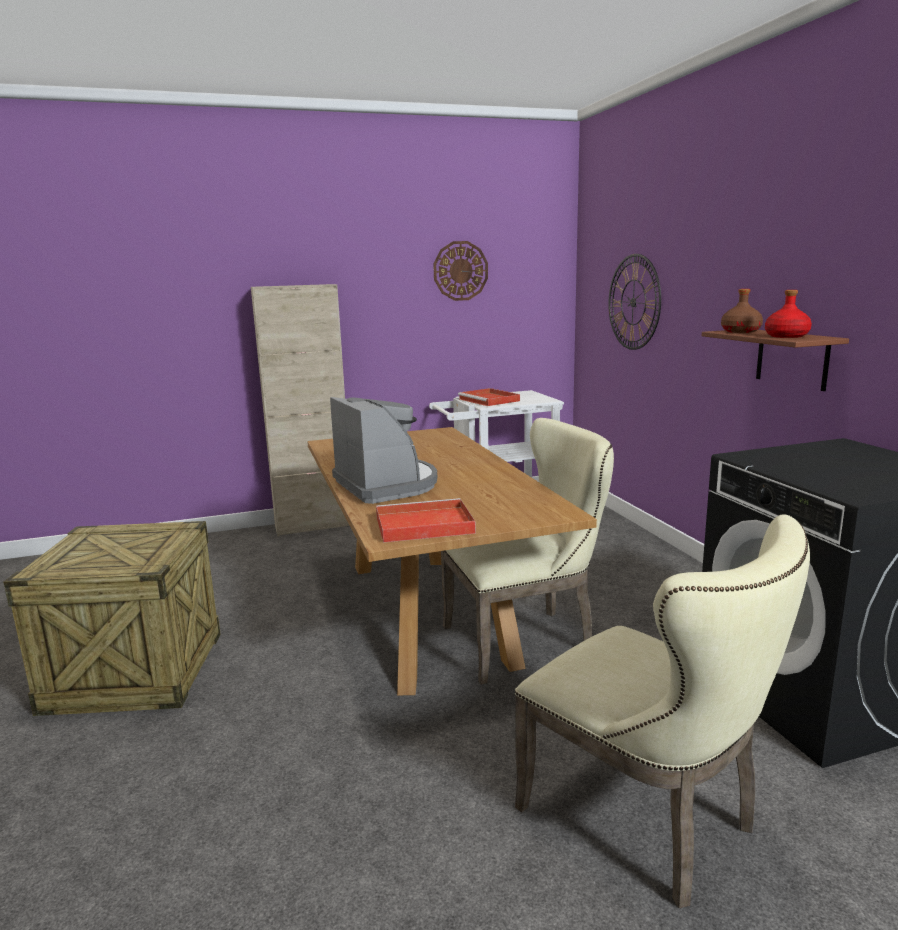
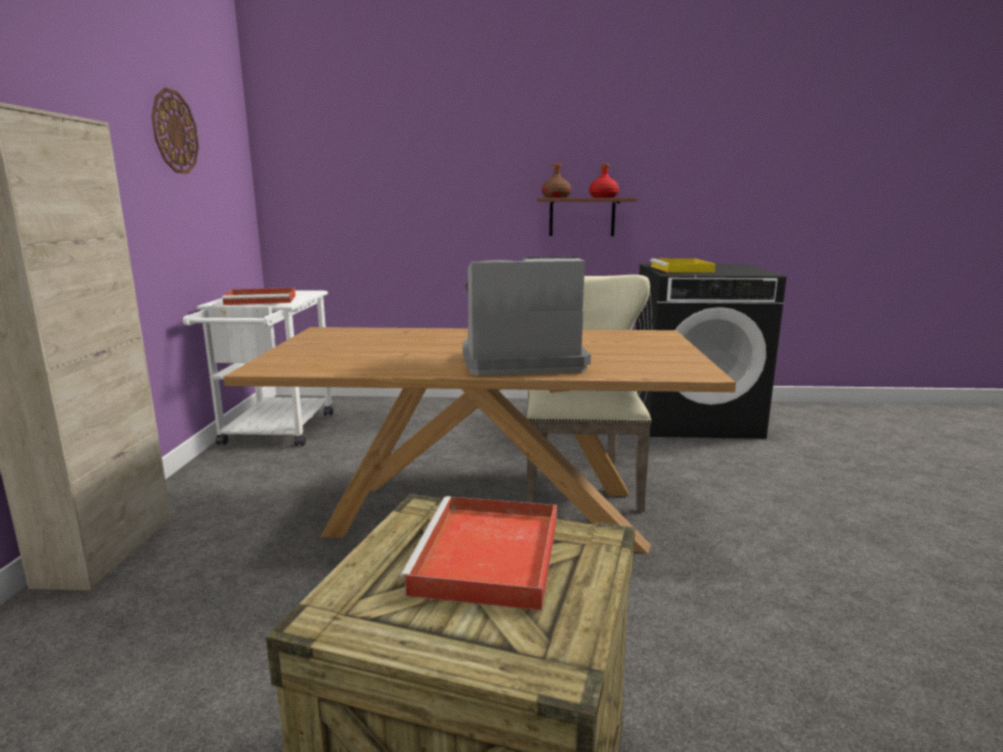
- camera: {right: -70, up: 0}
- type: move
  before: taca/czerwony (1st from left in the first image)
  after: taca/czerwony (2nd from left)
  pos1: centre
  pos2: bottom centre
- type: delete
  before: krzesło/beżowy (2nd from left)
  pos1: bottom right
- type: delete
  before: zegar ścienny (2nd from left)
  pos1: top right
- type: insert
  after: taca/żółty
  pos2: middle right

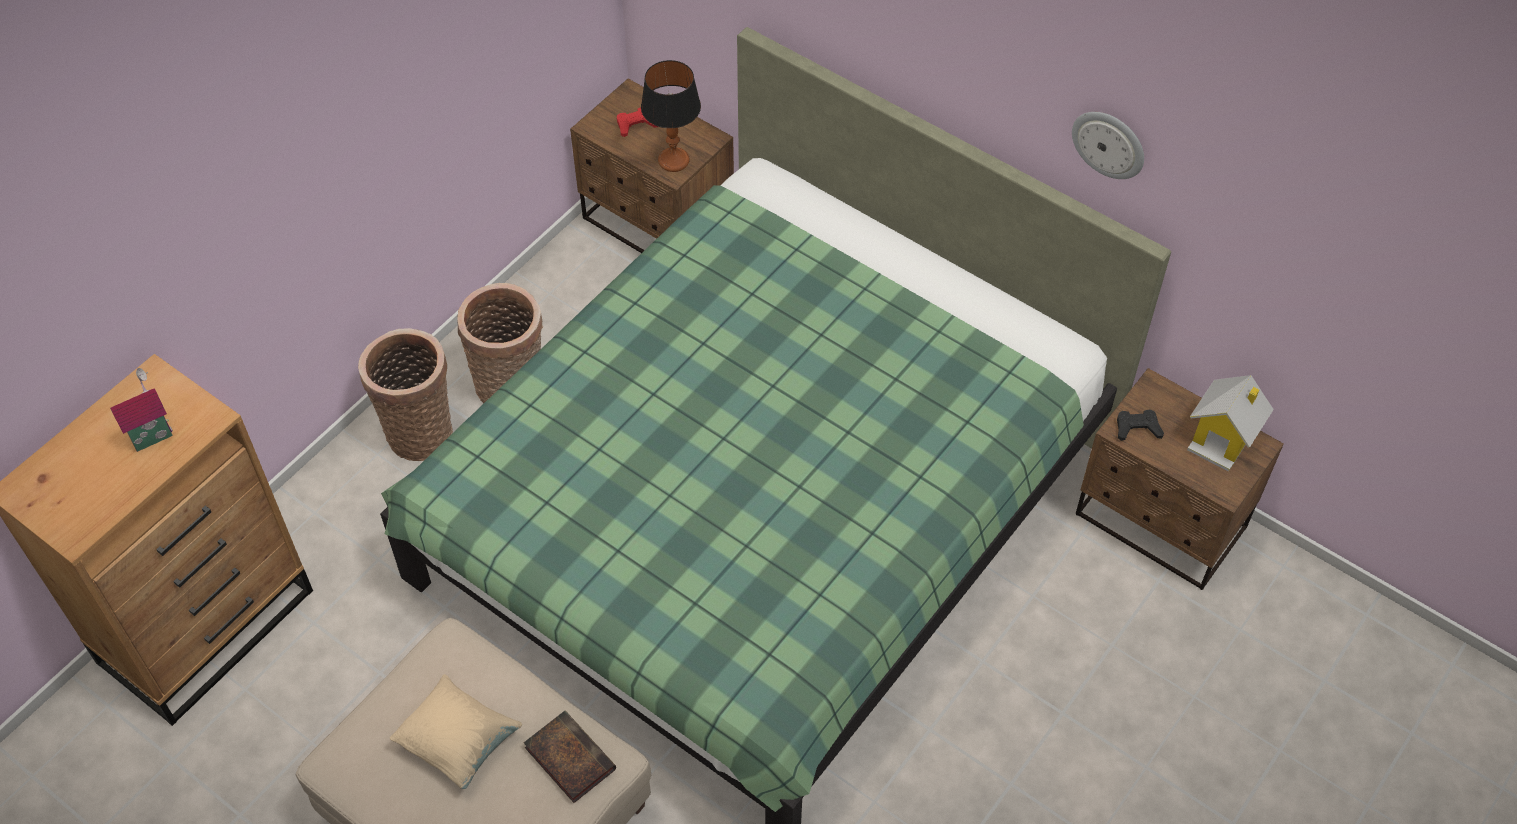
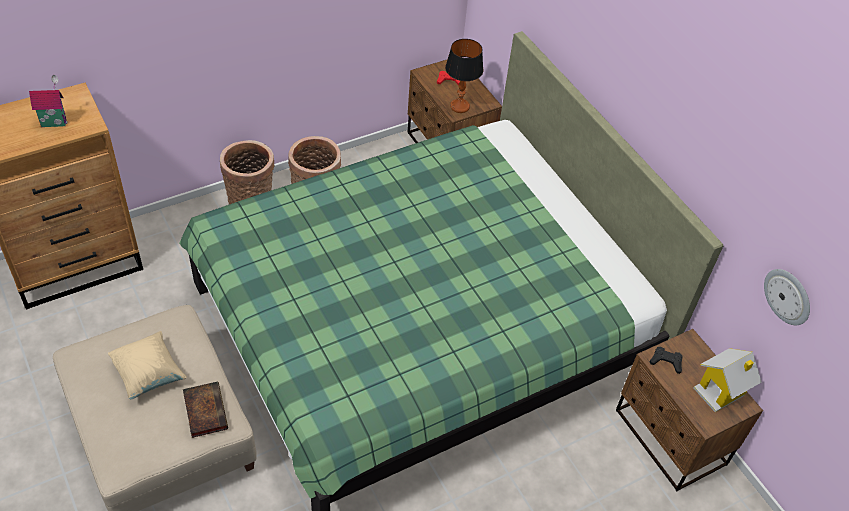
- camera: {right: 20, up: -5}
- type: move
  before: zegar ścienny
  pos1: top right
  pos2: middle right

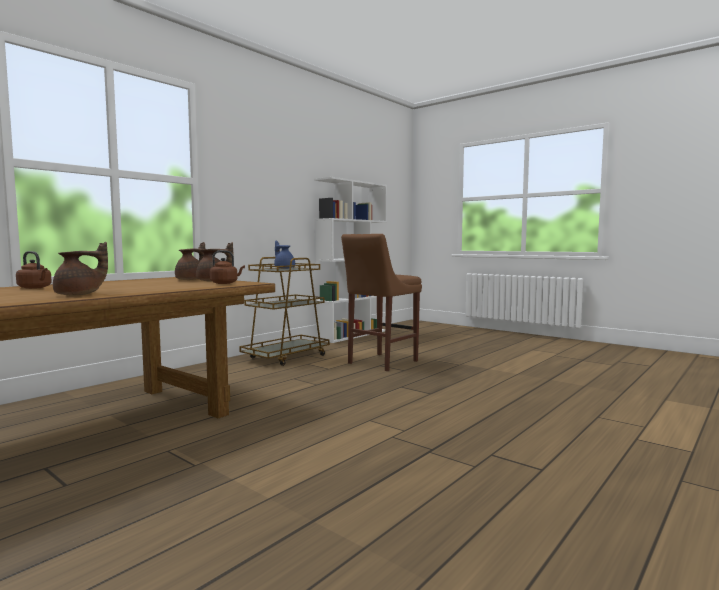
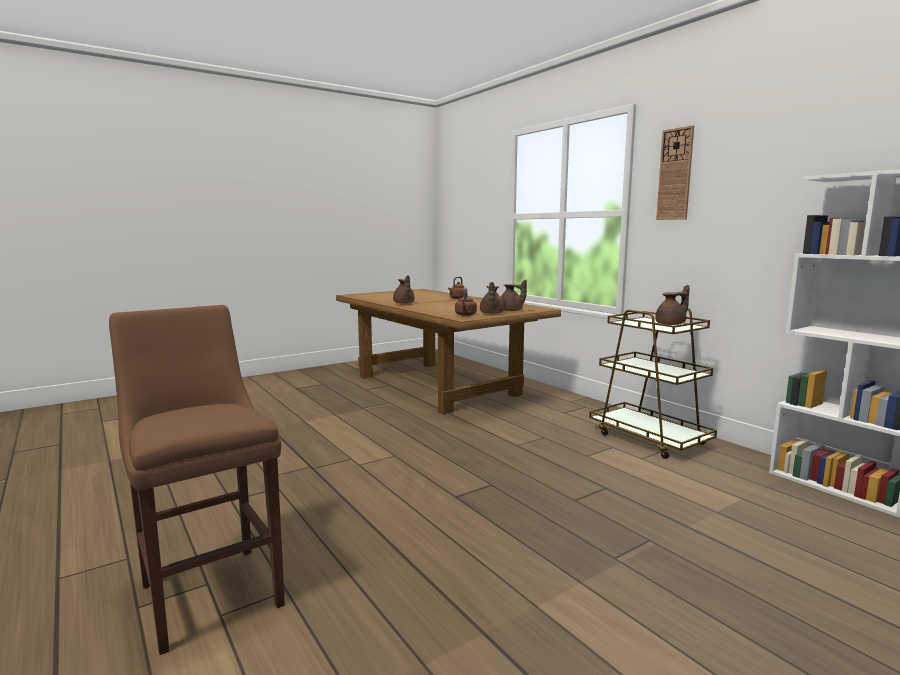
- camera: {right: 105, up: 5}
- type: recolor
  before: imbryk/niebieski
  after: imbryk/brązowy (4th from left)
  pos1: centre
  pos2: middle right
- type: move
  before: stołek/brązowy
  pos1: centre
  pos2: bottom left
- type: insert
  after: zegar ścienny
  pos2: top right

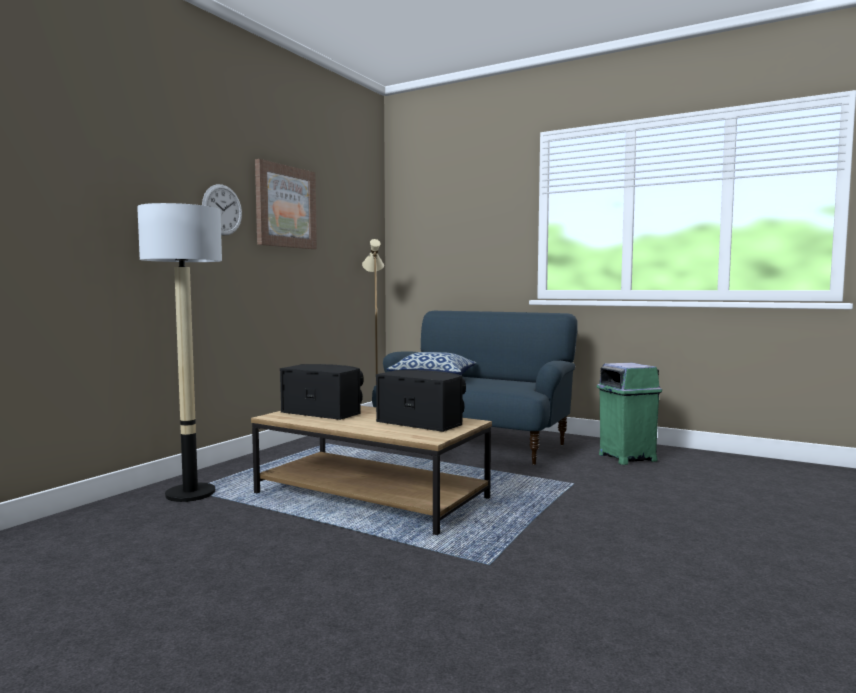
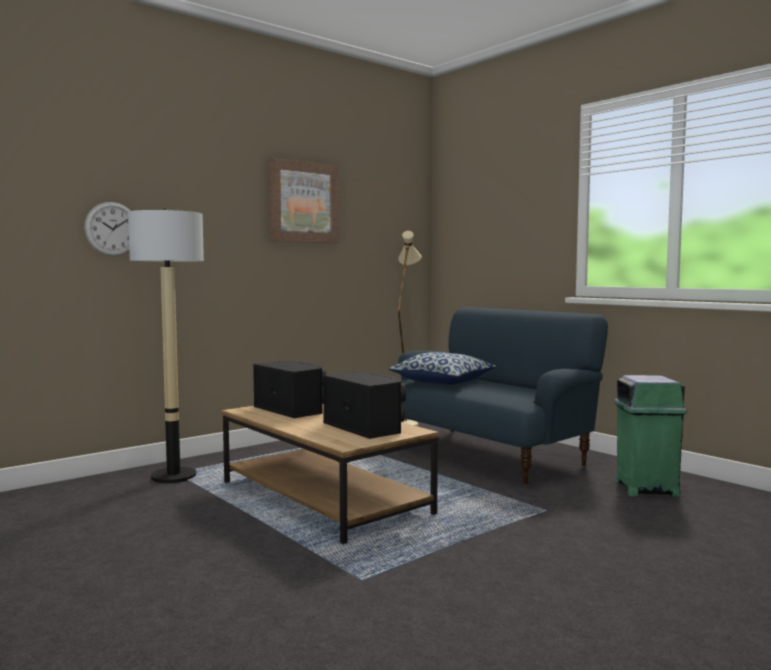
- camera: {right: 20, up: 0}
- type: move
  before: zegar ścienny
  pos1: top left
  pos2: middle left

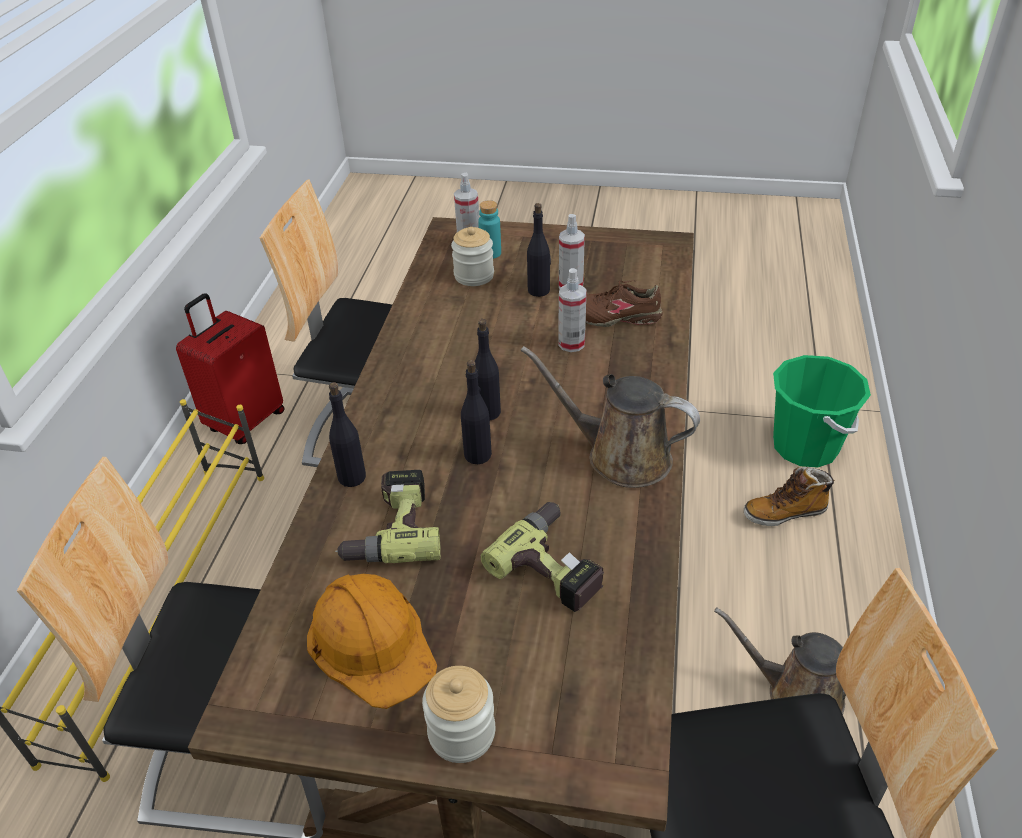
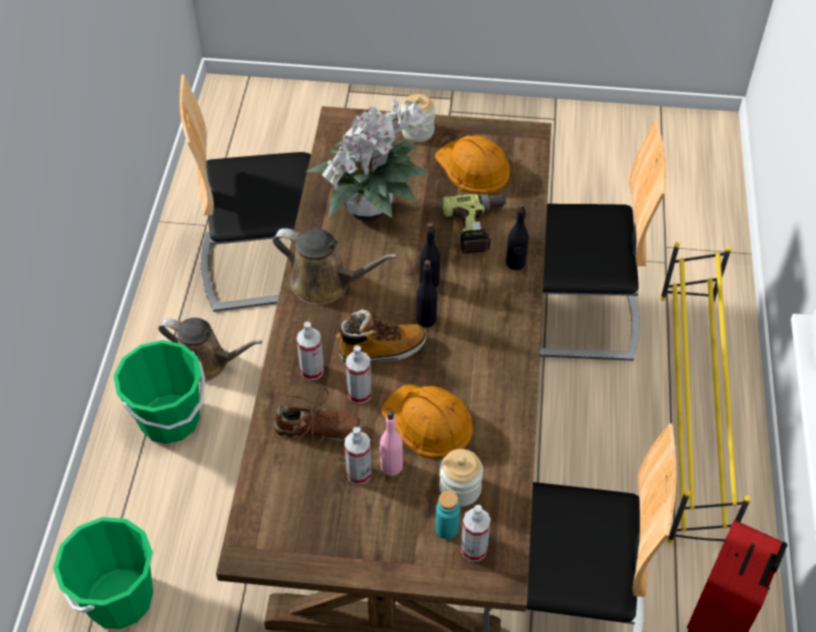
- camera: {right: 175, up: 10}
- type: replace
  before: wiertarka (2nd from left)
  after: roślina doniczkowa
  pos1: centre
  pos2: top centre
- type: recolor
  before: butelka/czarny (4th from left)
  after: butelka/różowy
  pos1: top centre
  pos2: bottom centre
- type: move
  before: but z cholewką
  pos1: middle right
  pos2: centre
- type: insert
  after: wiadro/zielony (2nd from left)
  pos2: middle left
- type: insert
  after: spryskiwacz (1st from left)
  pos2: centre
- type: insert
  after: kask/pomarańczowy (1st from left)
  pos2: centre

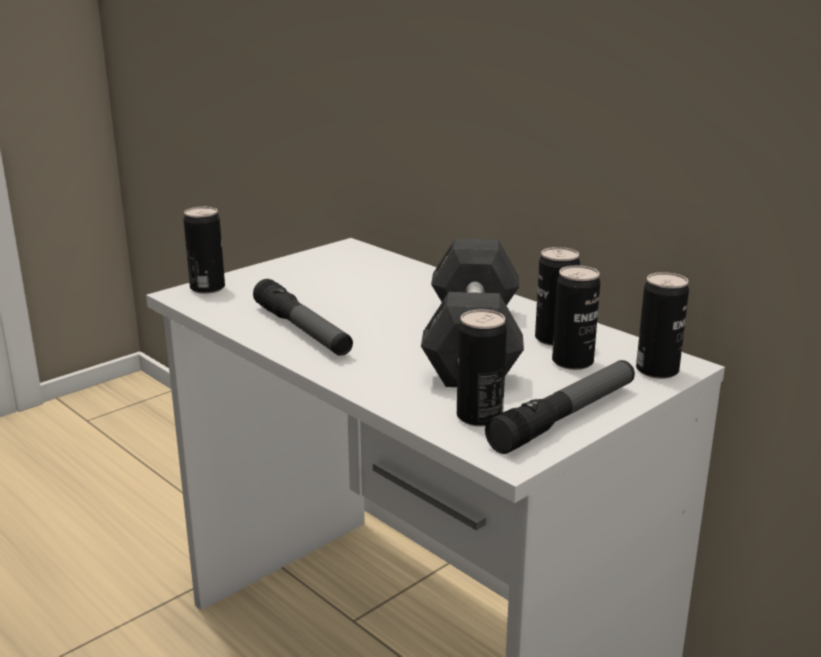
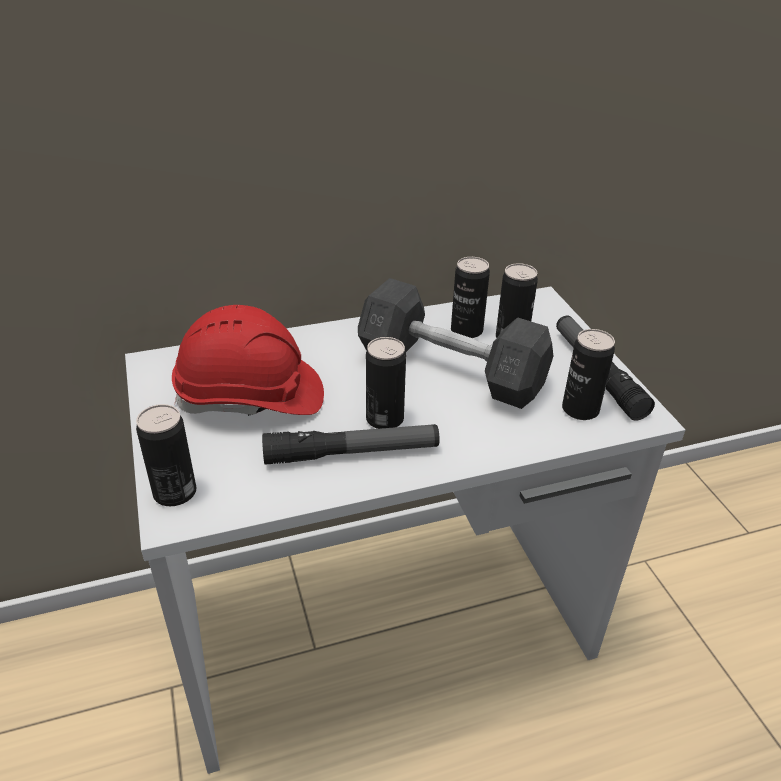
- camera: {right: -65, up: 15}
- type: move
  before: puszka (5th from left in the first image)
  after: puszka (2nd from left)
  pos1: middle right
  pos2: centre
- type: insert
  after: kask/czerwony
  pos2: middle left

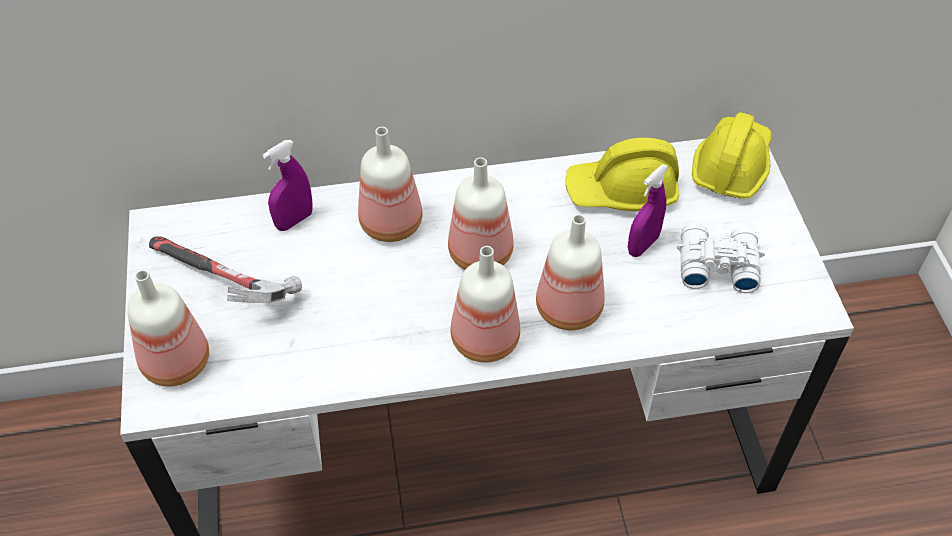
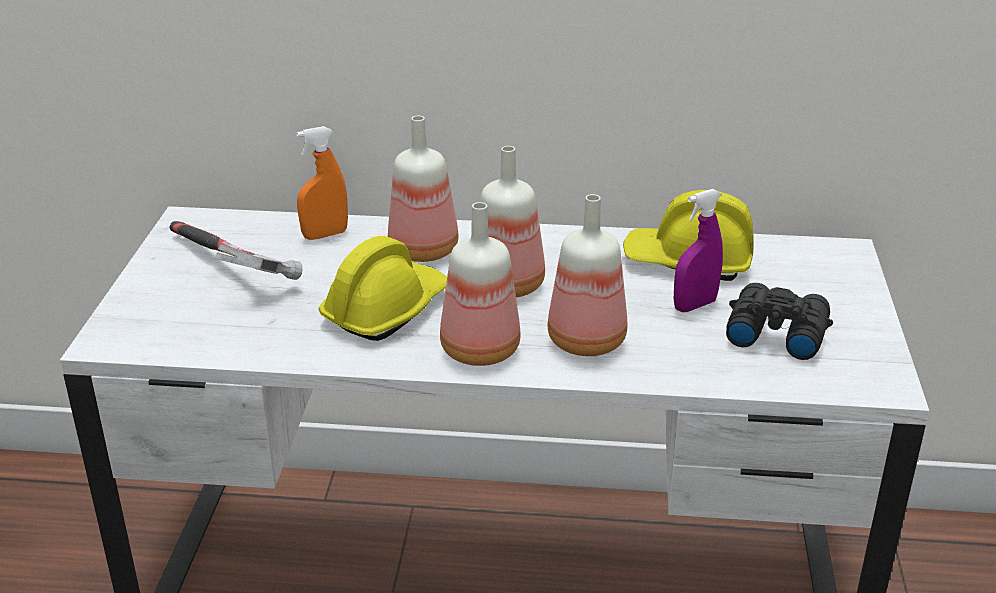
- camera: {right: 15, up: -20}
- type: delete
  before: butelka (1st from left)
  pos1: middle left
- type: recolor
  before: spryskiwacz/fioletowy (1st from left)
  after: spryskiwacz/pomarańczowy
  pos1: middle left
  pos2: top left
- type: recolor
  before: lornetka/biały
  after: lornetka/czarny
  pos1: middle right
  pos2: middle right
- type: move
  before: kask/żółty (2nd from left in the first image)
  after: kask/żółty (1st from left)
  pos1: top right
  pos2: centre

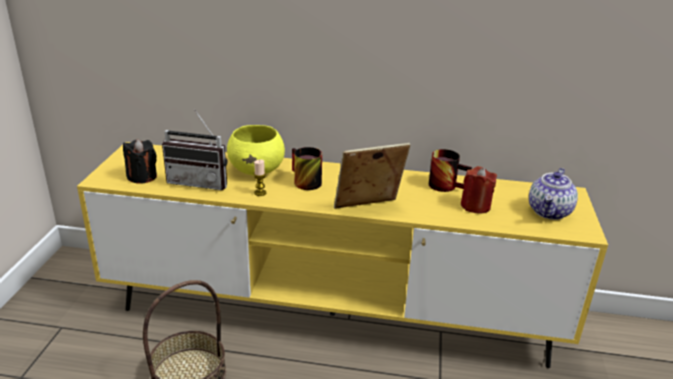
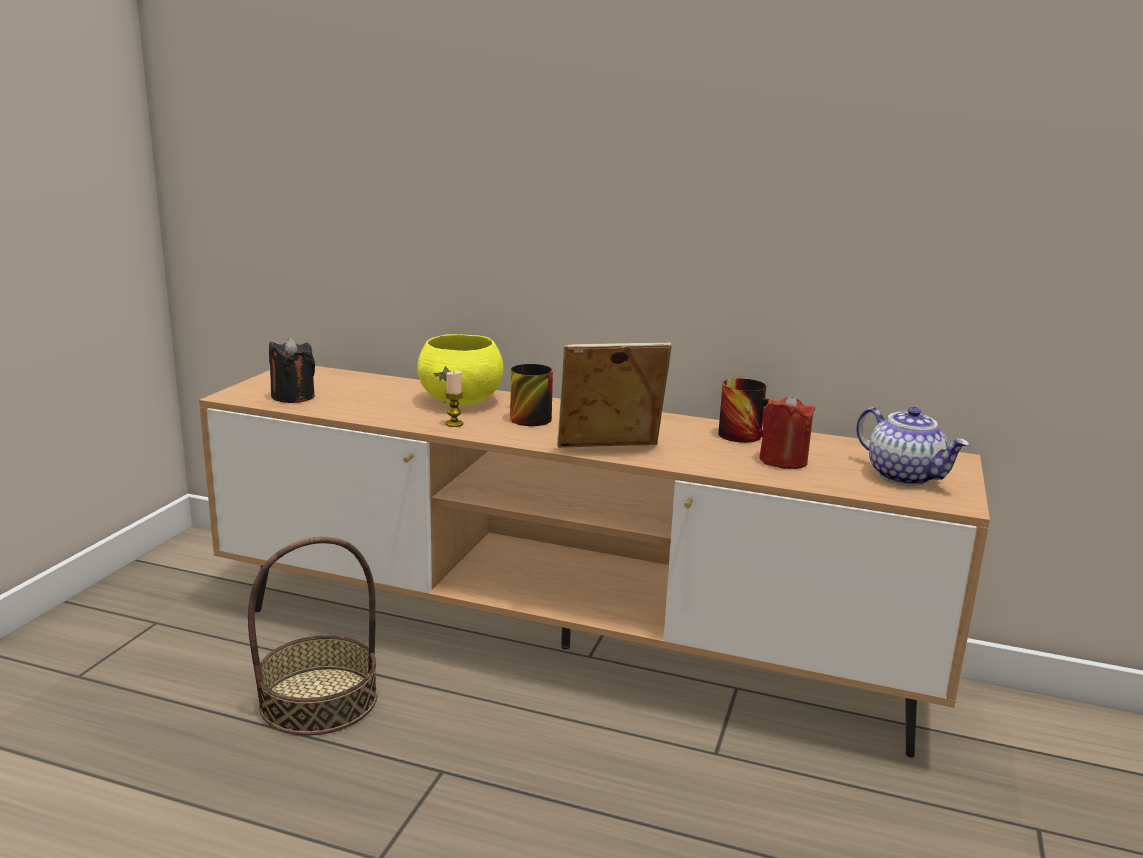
- camera: {right: 10, up: -10}
- type: recolor
  before: szafka pod telewizor/żółty
  after: szafka pod telewizor/brązowy
  pos1: bottom centre
  pos2: centre
- type: delete
  before: radio
  pos1: middle left
- type: rotate
  before: imbryk
  pos1: middle right
  pos2: middle right
  turn: -75

